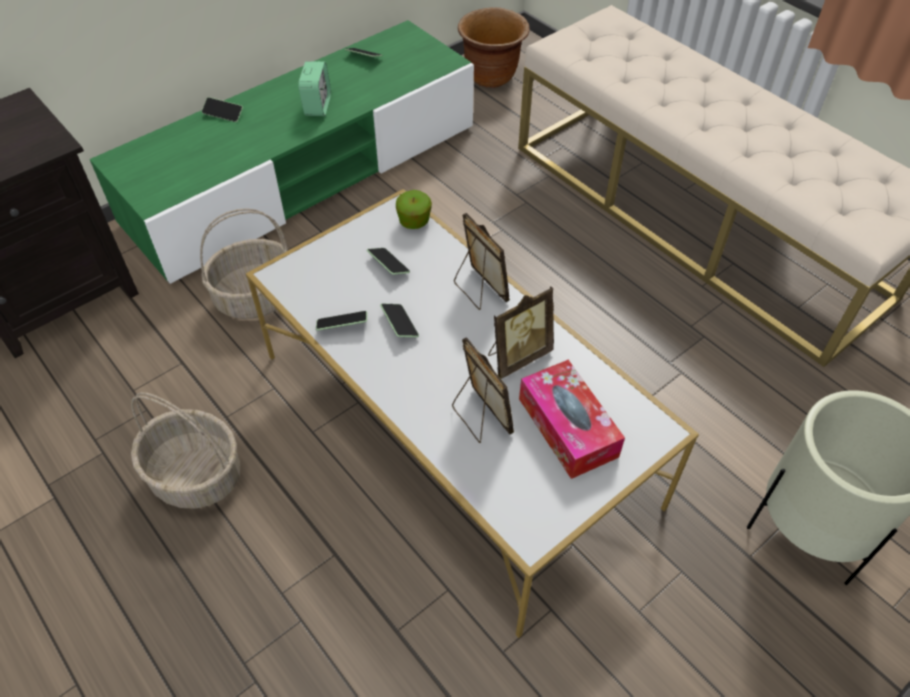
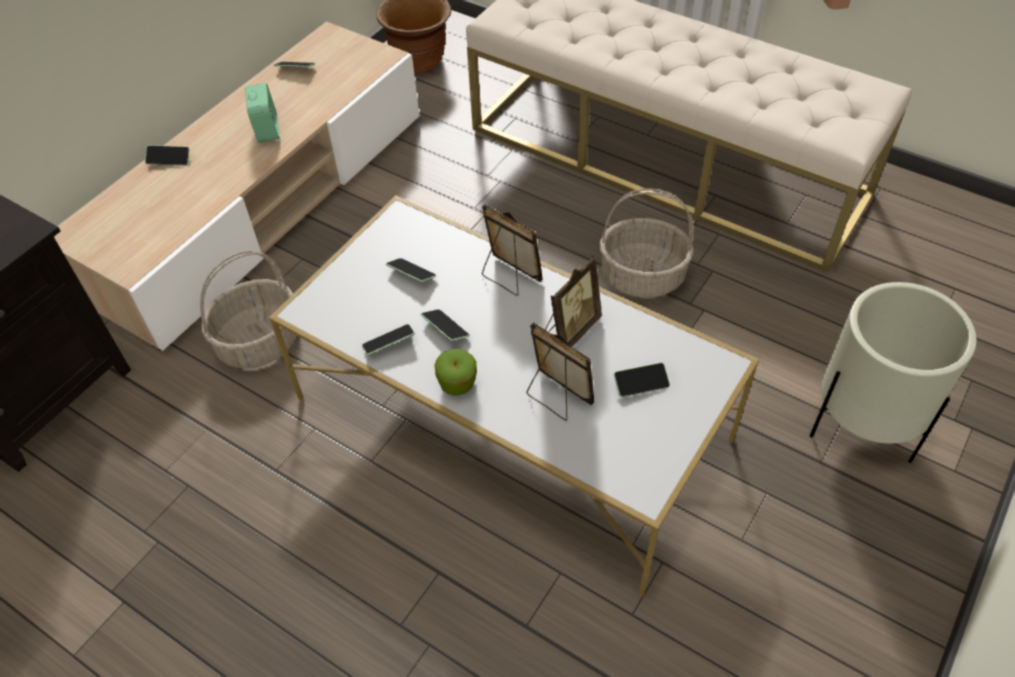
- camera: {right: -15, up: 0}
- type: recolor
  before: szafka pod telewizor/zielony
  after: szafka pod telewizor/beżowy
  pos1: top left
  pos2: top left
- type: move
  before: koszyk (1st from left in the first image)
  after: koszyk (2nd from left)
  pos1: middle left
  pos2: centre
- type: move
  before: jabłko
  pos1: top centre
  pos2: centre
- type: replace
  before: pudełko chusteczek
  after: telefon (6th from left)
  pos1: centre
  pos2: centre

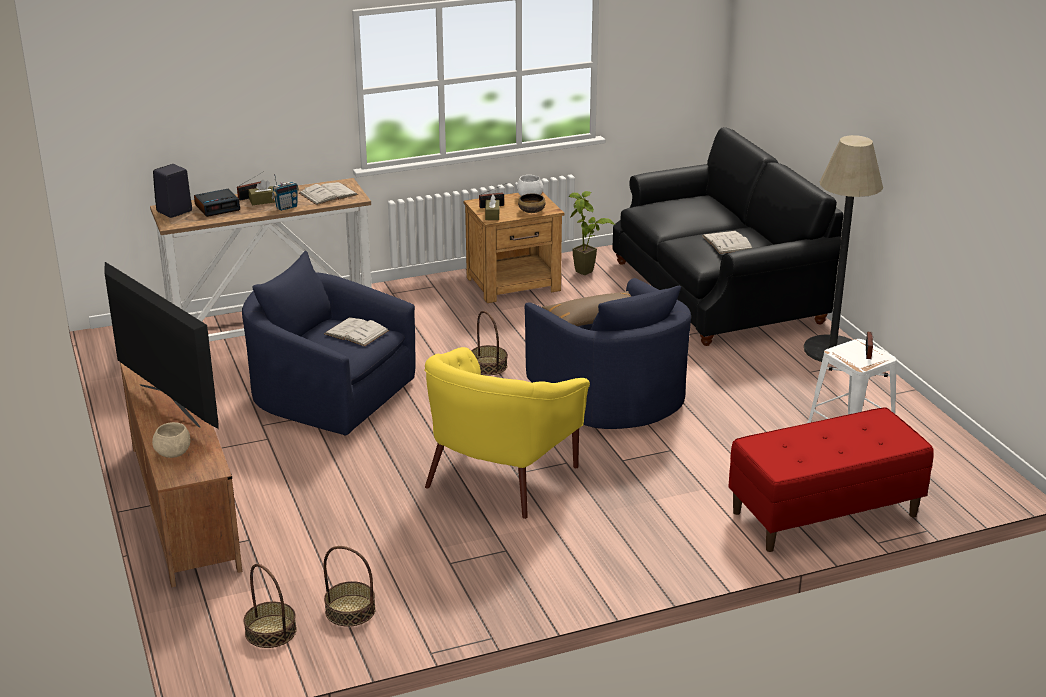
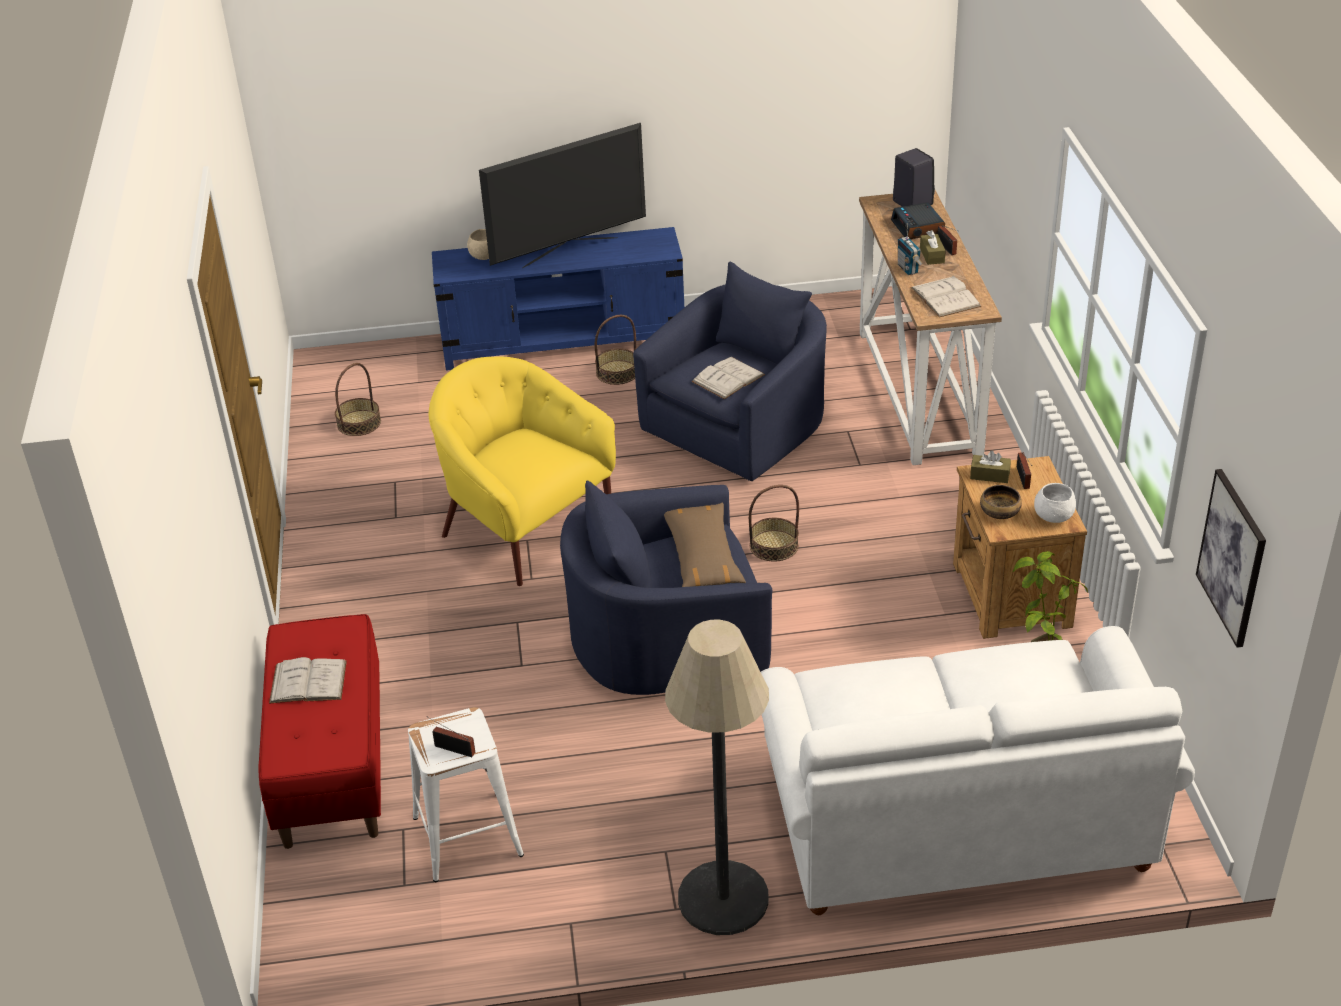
- camera: {right: 105, up: 10}
- type: recolor
  before: szafka pod telewizor/brązowy
  after: szafka pod telewizor/niebieski
  pos1: bottom left
  pos2: top centre
- type: move
  before: koszyk (1st from left in the first image)
  after: koszyk (2nd from left)
  pos1: bottom left
  pos2: centre
- type: recolor
  before: kanapa/czarny
  after: kanapa/biały
  pos1: middle right
  pos2: bottom right
- type: move
  before: książka/biały (3rd from left in the first image)
  after: książka/biały (1st from left)
  pos1: middle right
  pos2: bottom left
- type: insert
  after: obraz
  pos2: middle right

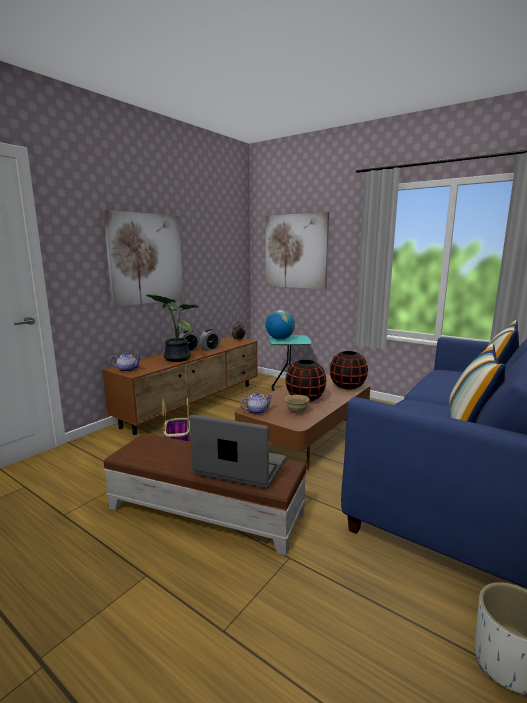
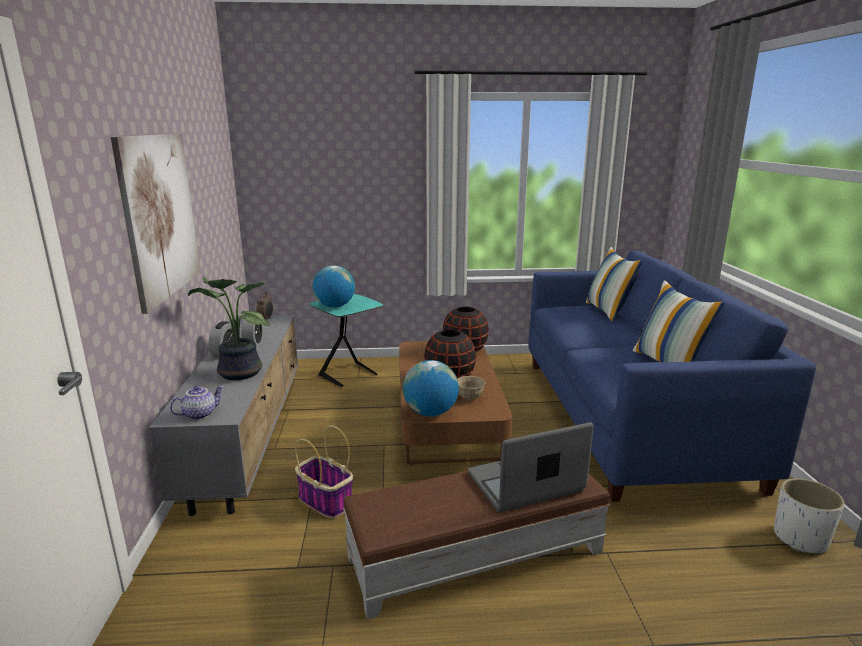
- camera: {right: -40, up: 5}
- type: recolor
  before: szafka pod telewizor/brązowy
  after: szafka pod telewizor/szary
  pos1: centre
  pos2: middle left
- type: replace
  before: imbryk (2nd from left)
  after: globus (2nd from left)
  pos1: centre
  pos2: centre
- type: delete
  before: obraz (2nd from left)
  pos1: centre

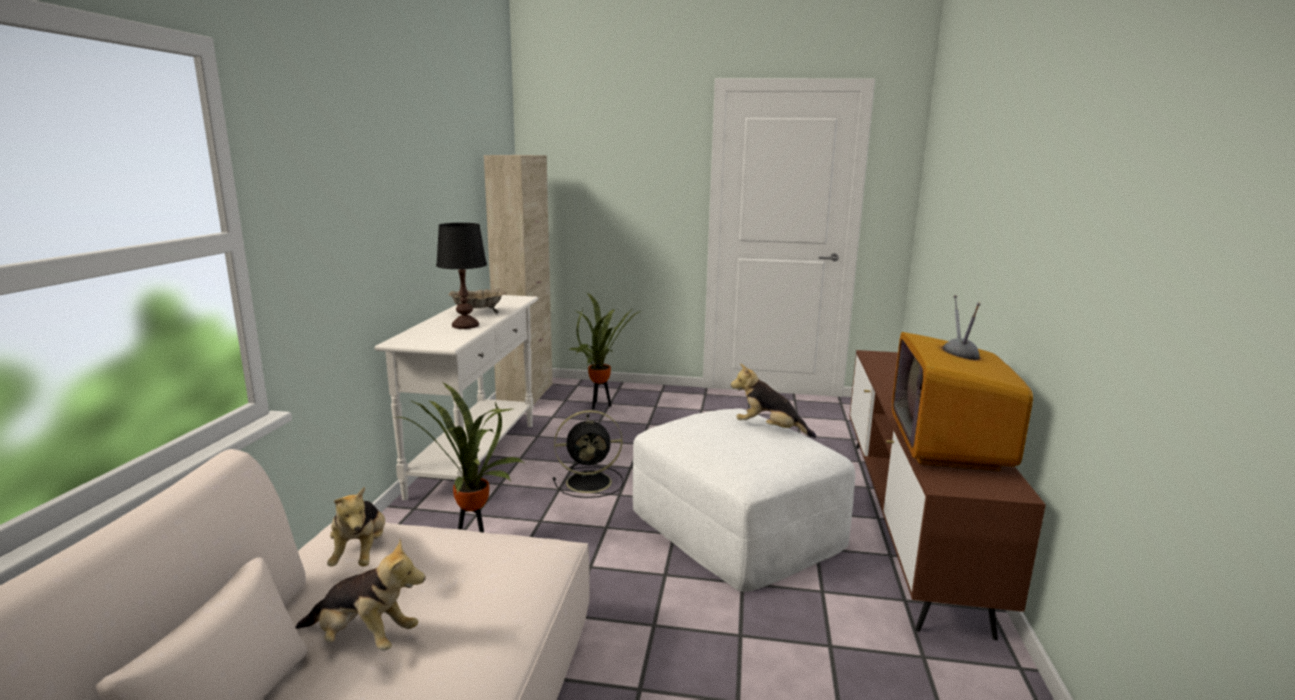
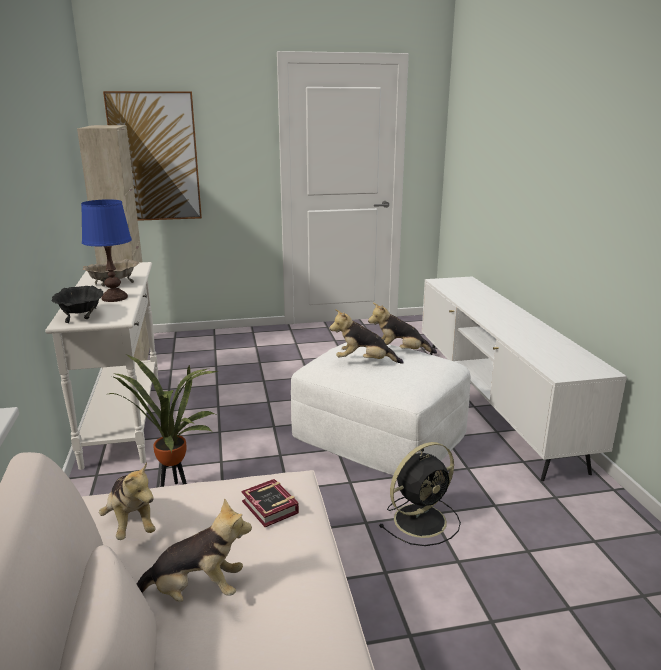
- camera: {right: -20, up: 5}
- type: recolor
  before: lampa stołowa/czarny
  after: lampa stołowa/niebieski
  pos1: centre
  pos2: middle left
- type: move
  before: wentylator/czarny
  pos1: centre
  pos2: bottom centre
- type: delete
  before: roślina doniczkowa (2nd from left)
  pos1: centre
- type: recolor
  before: szafka pod telewizor/brązowy
  after: szafka pod telewizor/biały
  pos1: bottom right
  pos2: middle right
- type: delete
  before: telewizor
  pos1: middle right
- type: insert
  after: miska/czarny
  pos2: middle left
- type: insert
  after: obraz
  pos2: top left
- type: insert
  after: książka
  pos2: bottom centre
- type: insert
  after: pluszak (3rd from left)
  pos2: centre

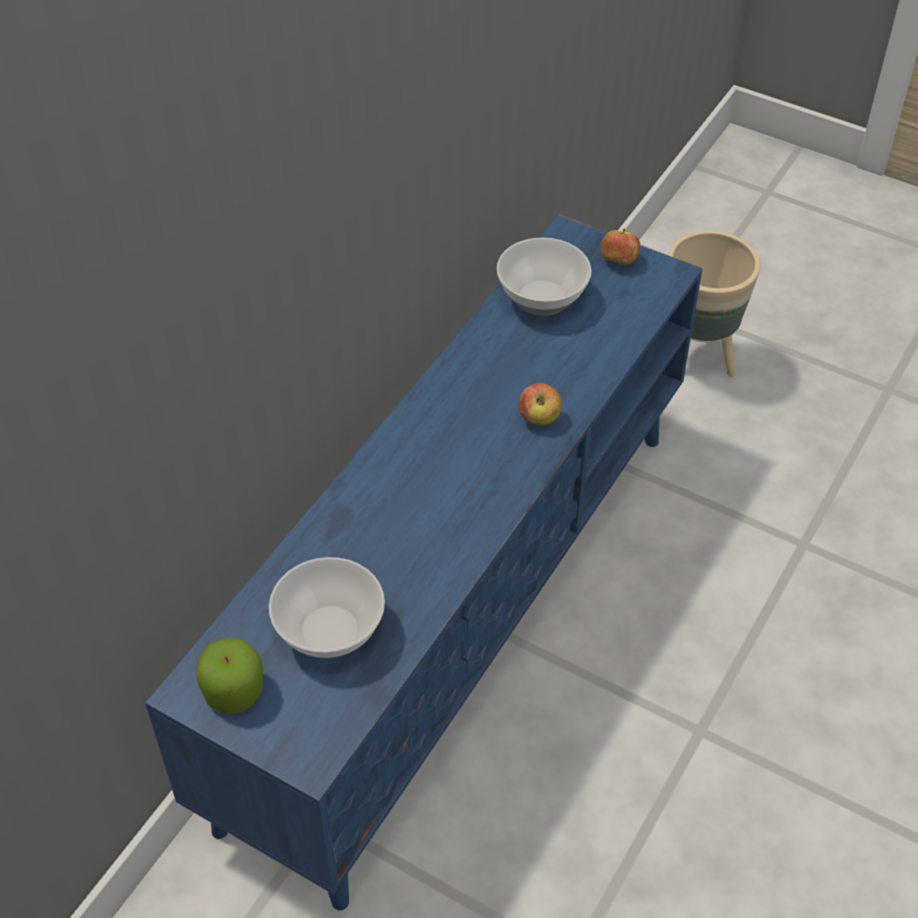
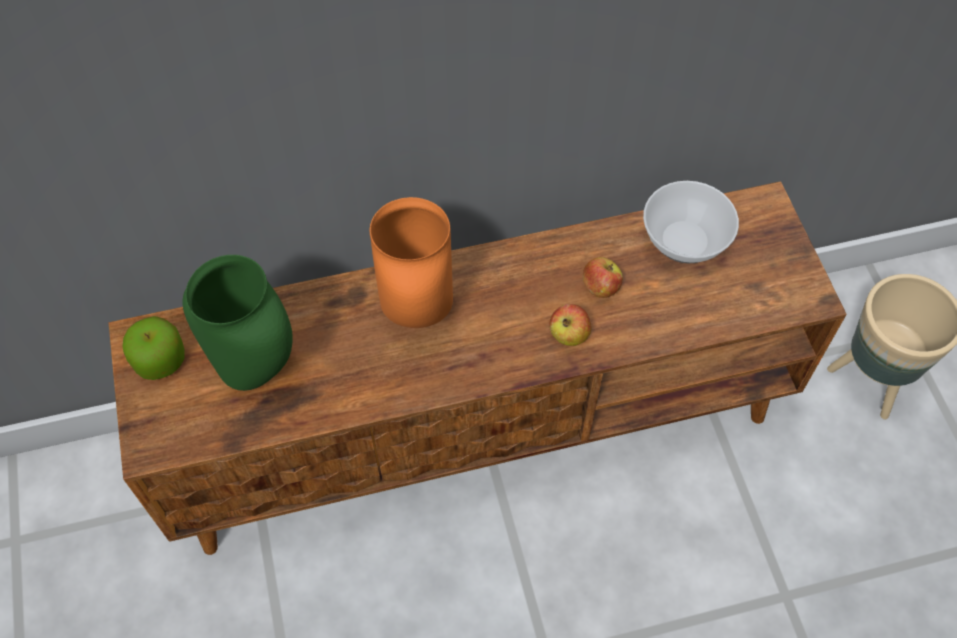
- camera: {right: 45, up: 10}
- type: recolor
  before: szafka pod telewizor/niebieski
  after: szafka pod telewizor/brązowy
  pos1: centre
  pos2: centre
- type: replace
  before: miska (1st from left)
  after: wazon/zielony
  pos1: centre
  pos2: middle left
- type: move
  before: jabłko (3rd from left)
  pos1: top right
  pos2: centre
- type: insert
  after: wazon/pomarańczowy
  pos2: centre

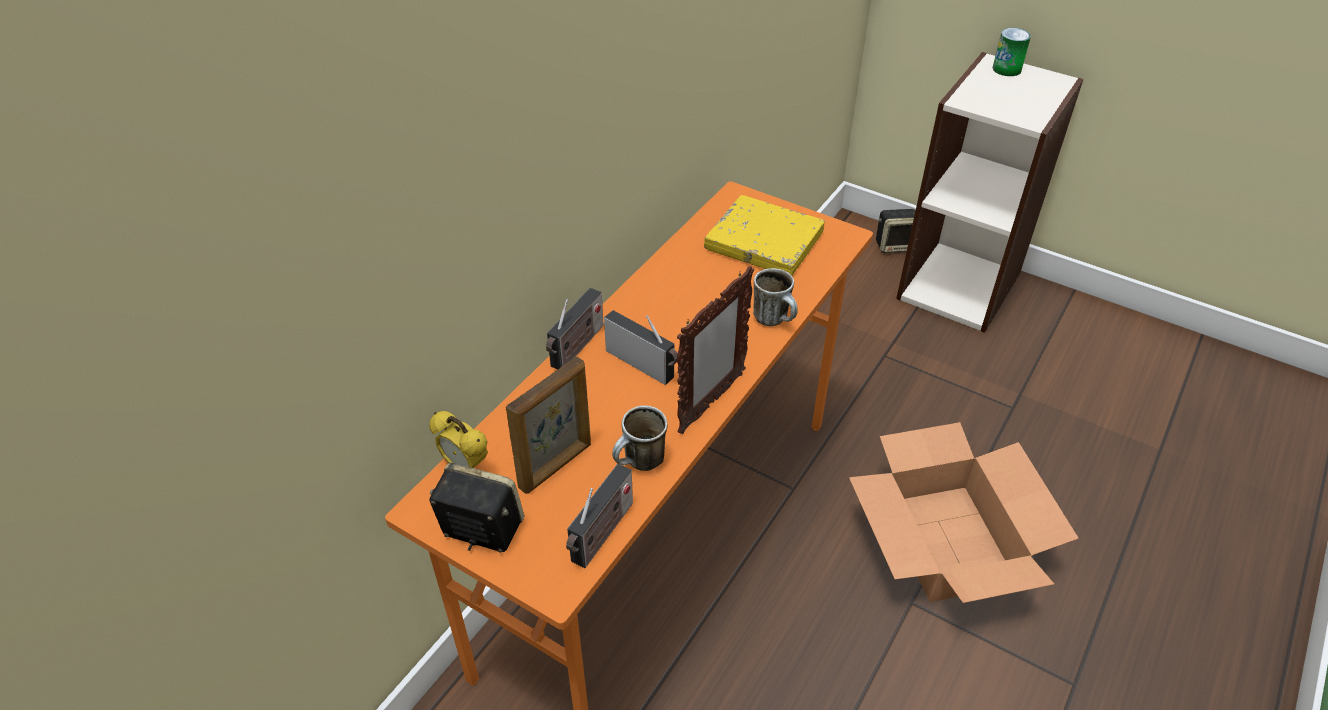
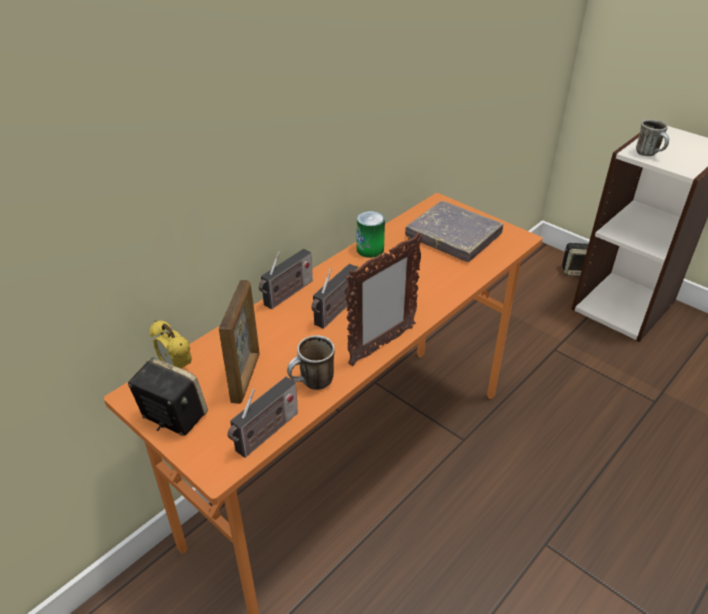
- camera: {right: 10, up: -5}
- type: rotate
  before: ramka na zdjęcie (1st from left)
  pos1: centre
  pos2: centre
  turn: -45
- type: rotate
  before: radio (3rd from left)
  pos1: centre
  pos2: centre
  turn: 75
- type: recolor
  before: książka/żółty
  after: książka/szary
  pos1: top centre
  pos2: centre
- type: move
  before: kubek (2nd from left)
  pos1: centre
  pos2: top right
- type: delete
  before: karton
  pos1: bottom right
- type: move
  before: puszka
  pos1: top right
  pos2: centre

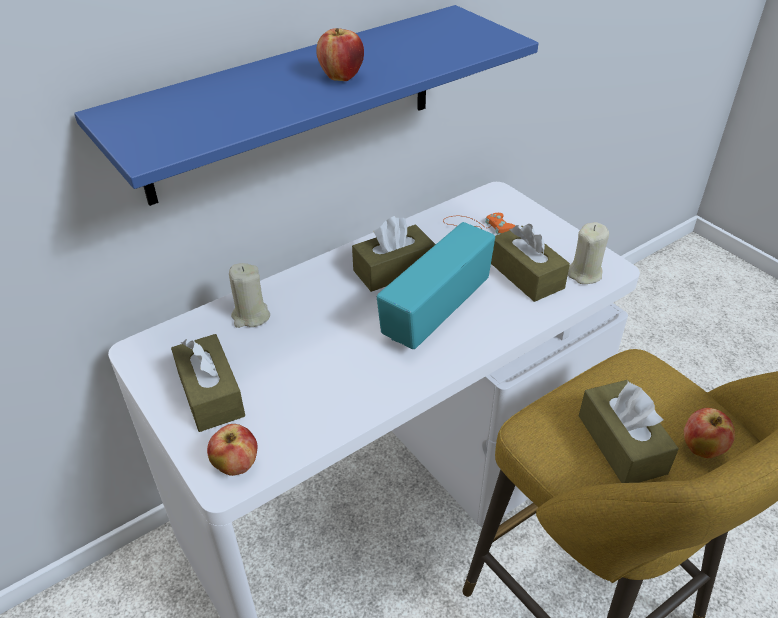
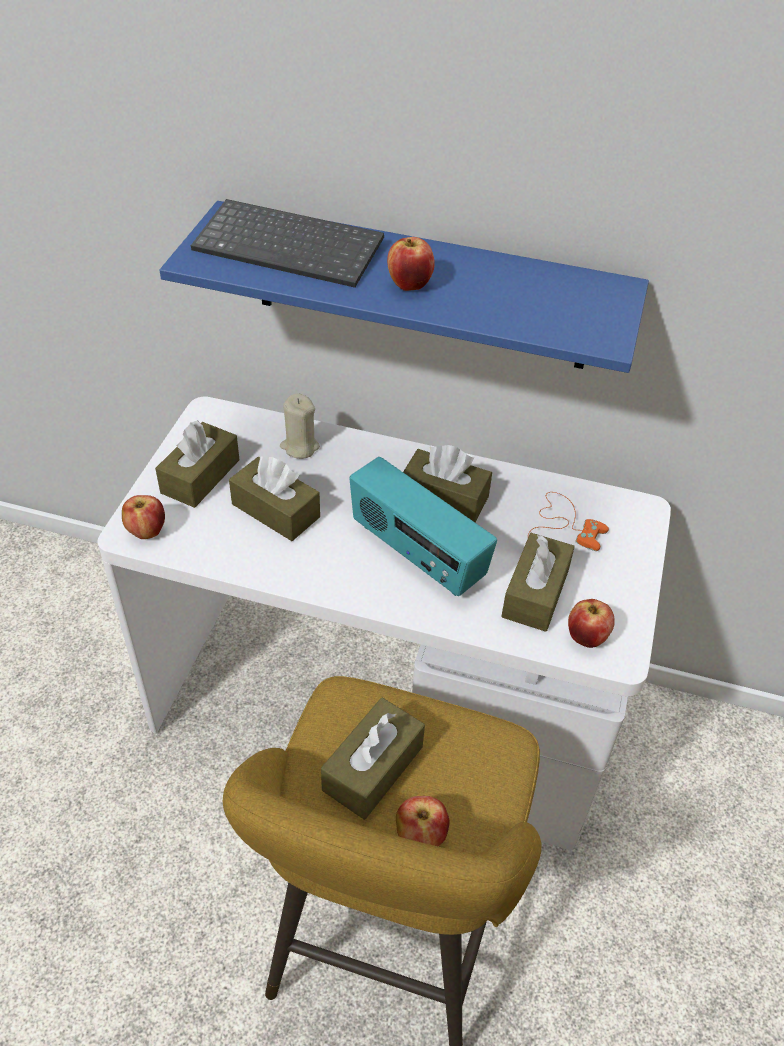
- camera: {right: 50, up: 5}
- type: rotate
  before: radio
  pos1: centre
  pos2: centre
  turn: -135
- type: replace
  before: świeca/beżowy (2nd from left)
  after: jabłko (4th from left)
  pos1: middle right
  pos2: middle right
- type: insert
  after: klawiatura
  pos2: top centre
- type: insert
  after: pudełko chusteczek/brązowy (2nd from left)
  pos2: centre

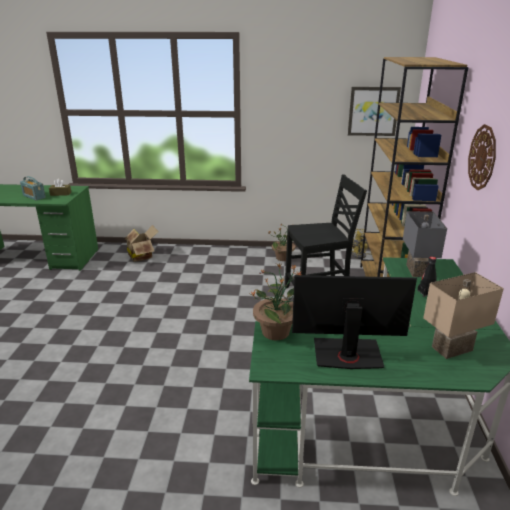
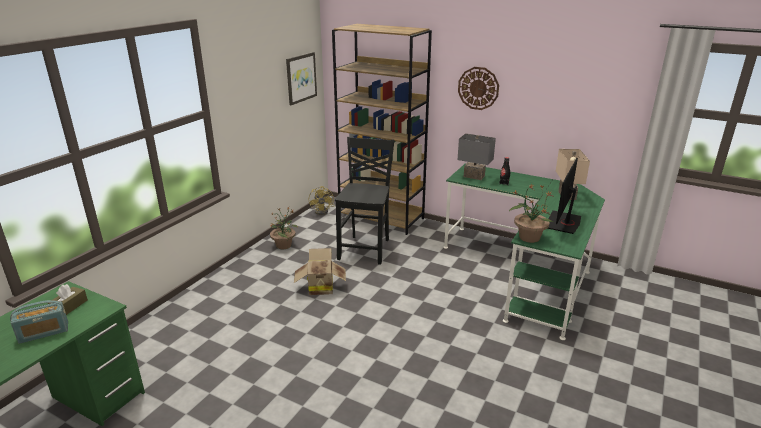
- camera: {right: -65, up: 0}
- type: move
  before: karton
  pos1: middle left
  pos2: centre

